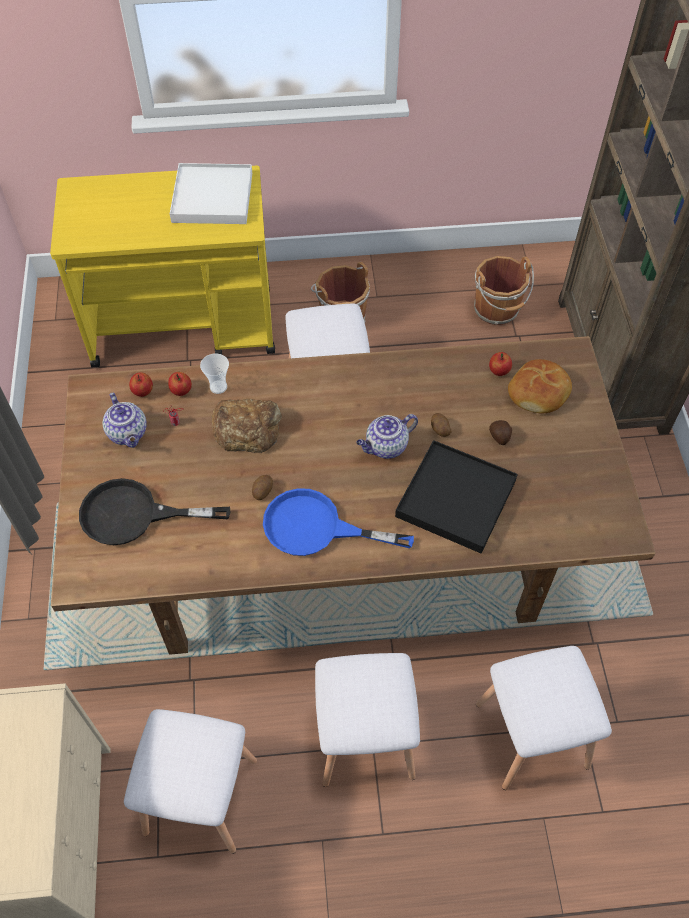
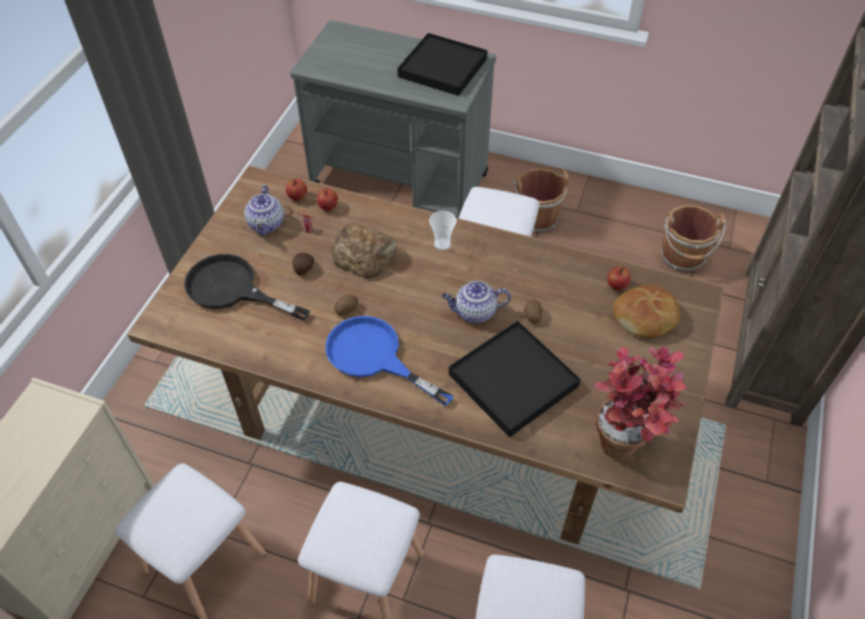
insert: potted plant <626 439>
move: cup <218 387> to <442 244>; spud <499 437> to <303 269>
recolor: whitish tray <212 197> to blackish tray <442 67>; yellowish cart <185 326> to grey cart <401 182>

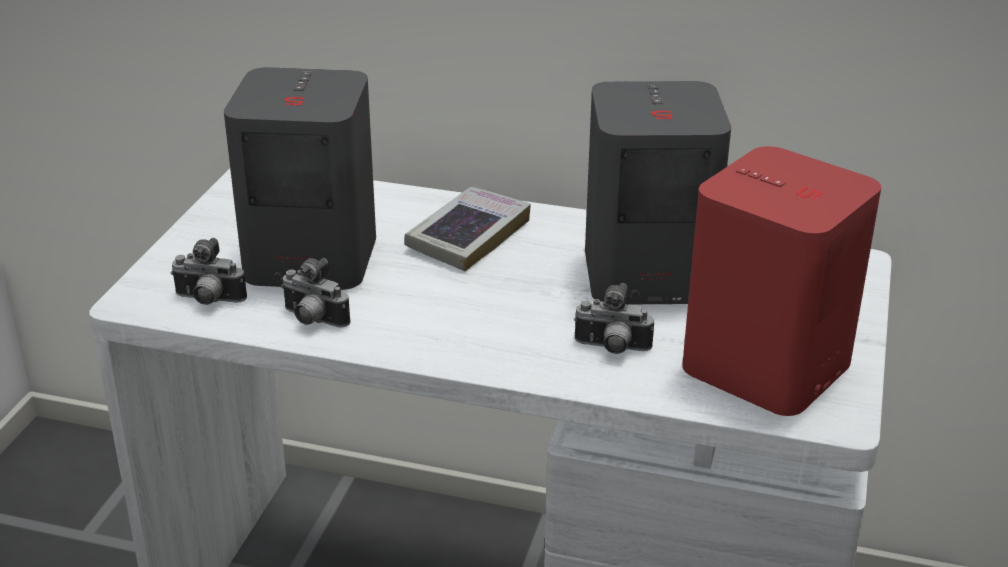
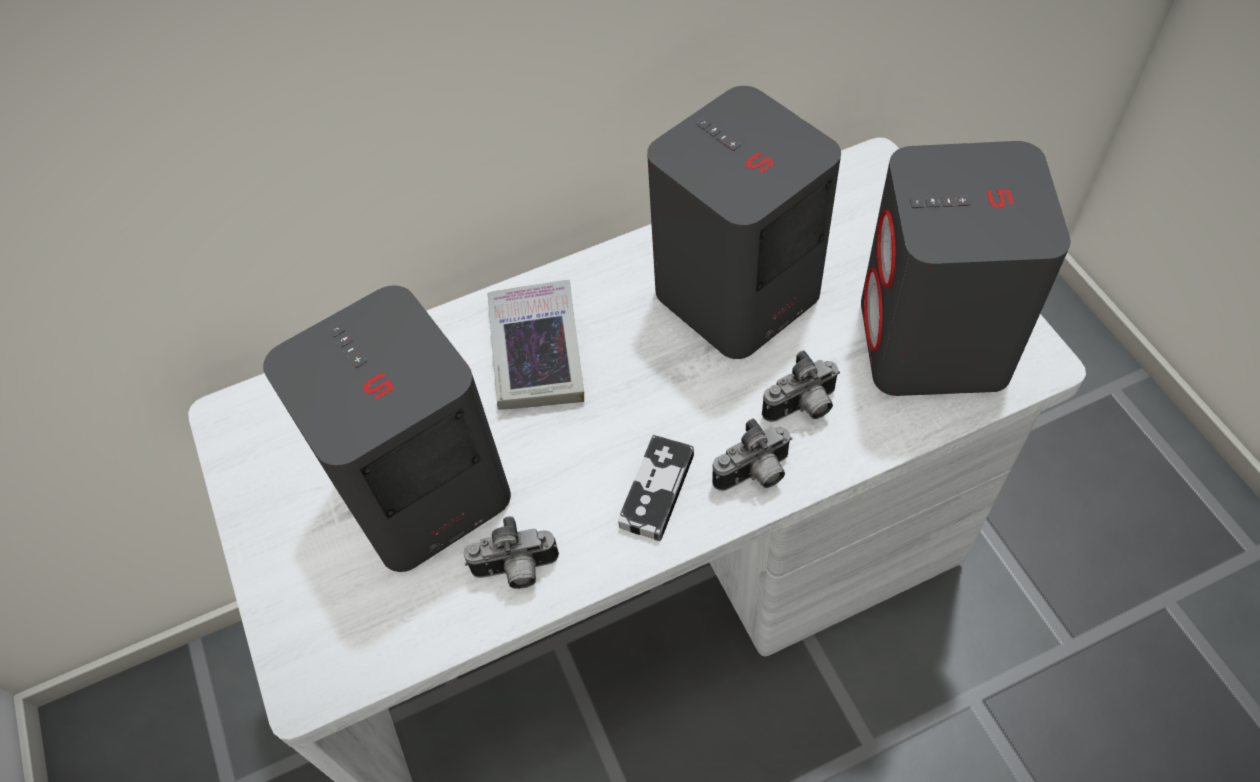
insert: gamepad <656 490>
move: still camera <208 301> to <755 475>
recolor: reddish loudspeaker <765 368> to grey loudspeaker <933 342>

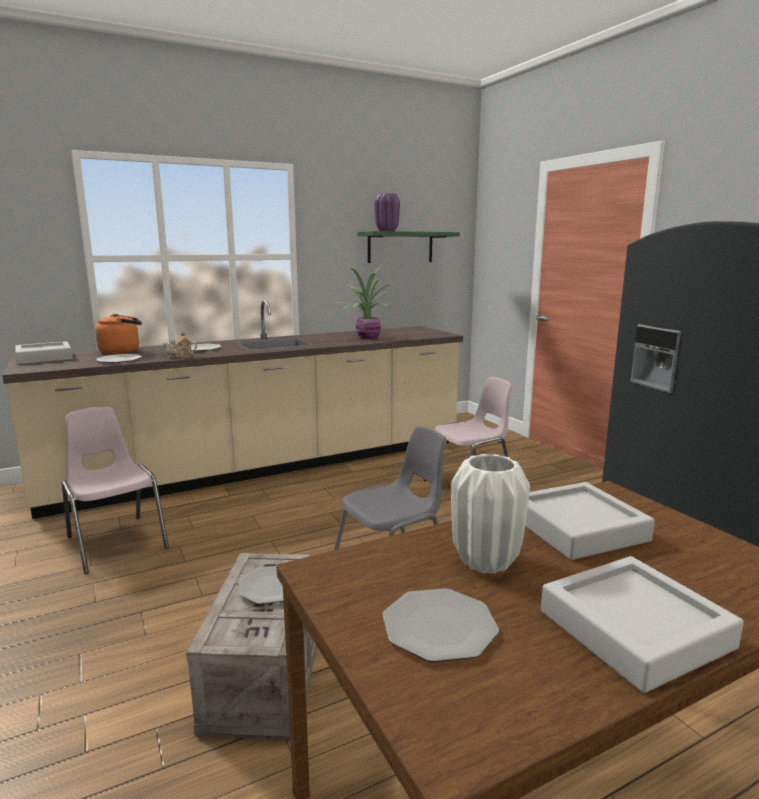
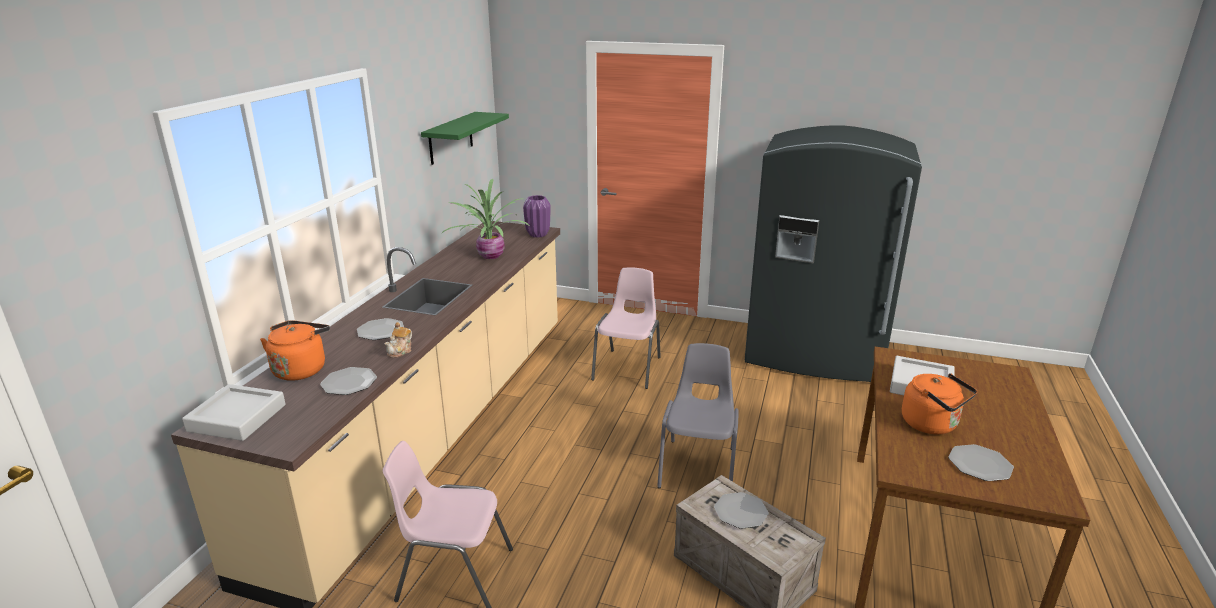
delete: grey tray <634 629>
move: purple-coloured decorative vase <387 231> to <538 235>
replace: whitish decorative vase <485 562> to orange-coloured kettle <932 425>

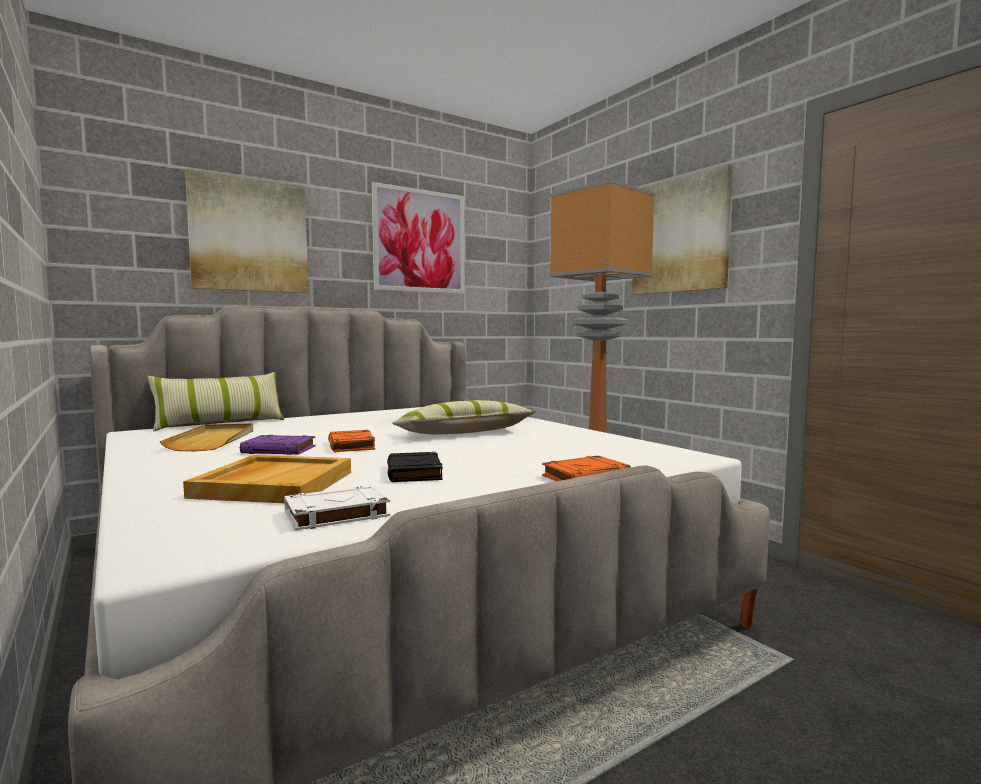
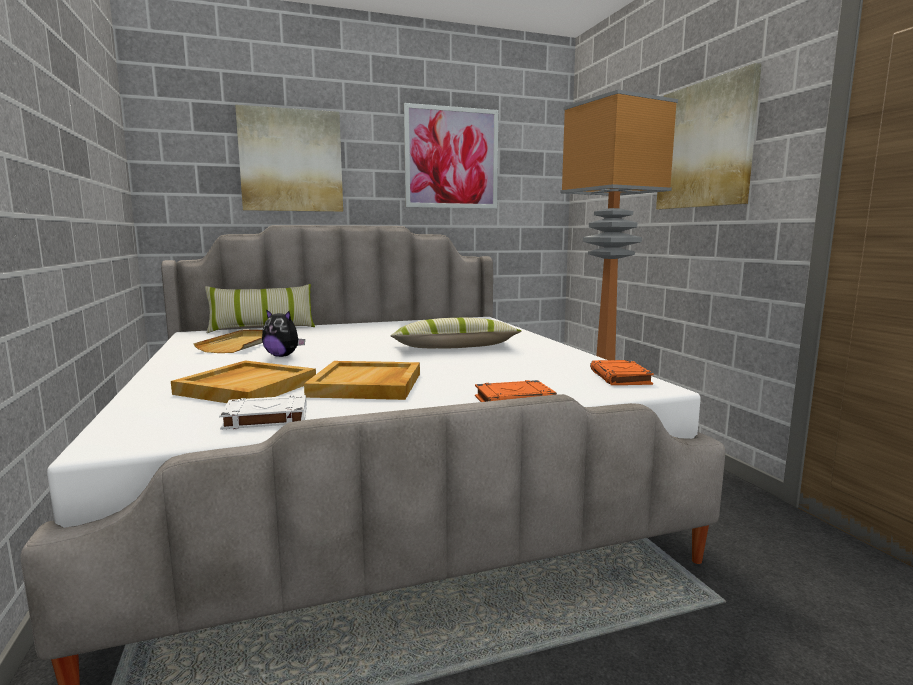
move: orange-coloured bound book <351 446> to <620 377>
replace: purple-coloured bound book <280 450> to plush toy <283 356>; blackish bound book <414 473> to beige tray <367 385>

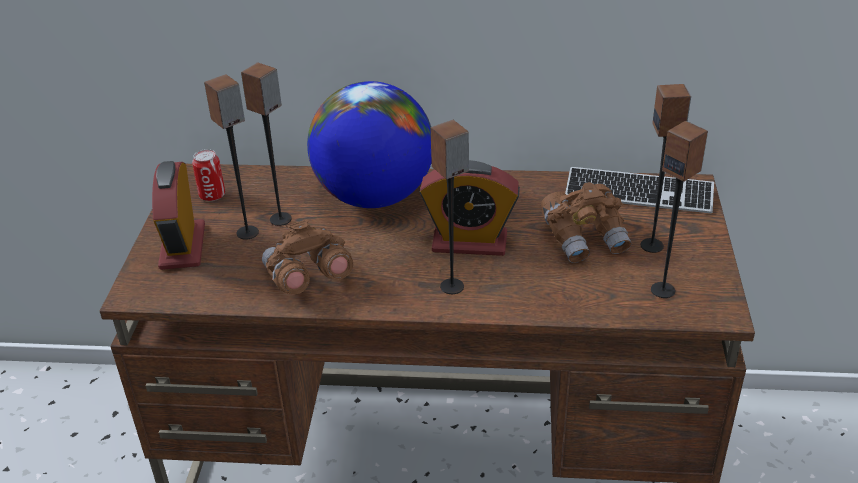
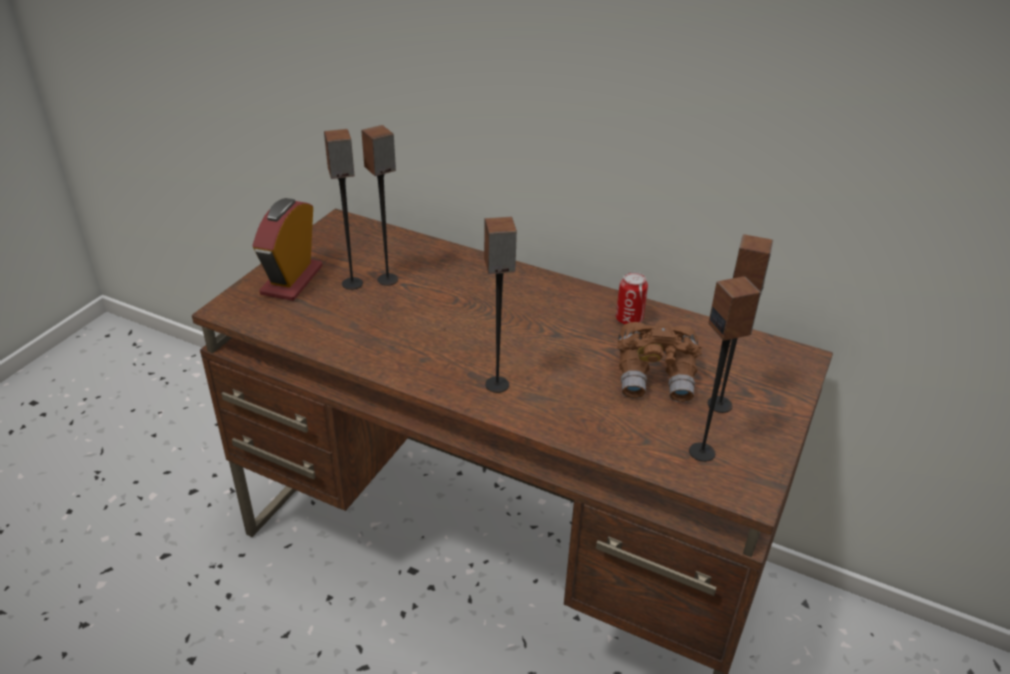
delete: desk globe <374 196>; bedside clock <469 242>; keyboard <638 193>; brownish field glasses <307 279>
move: metal can <212 195> to <629 319>

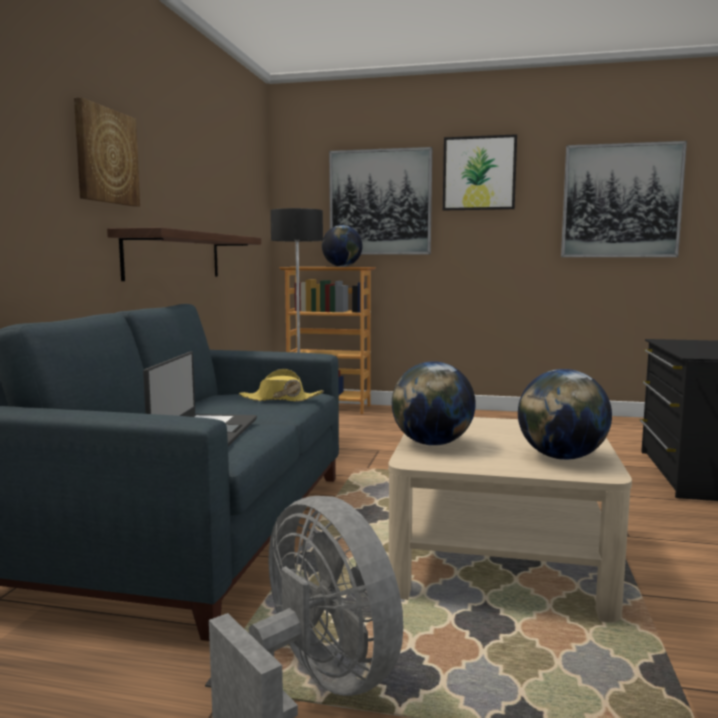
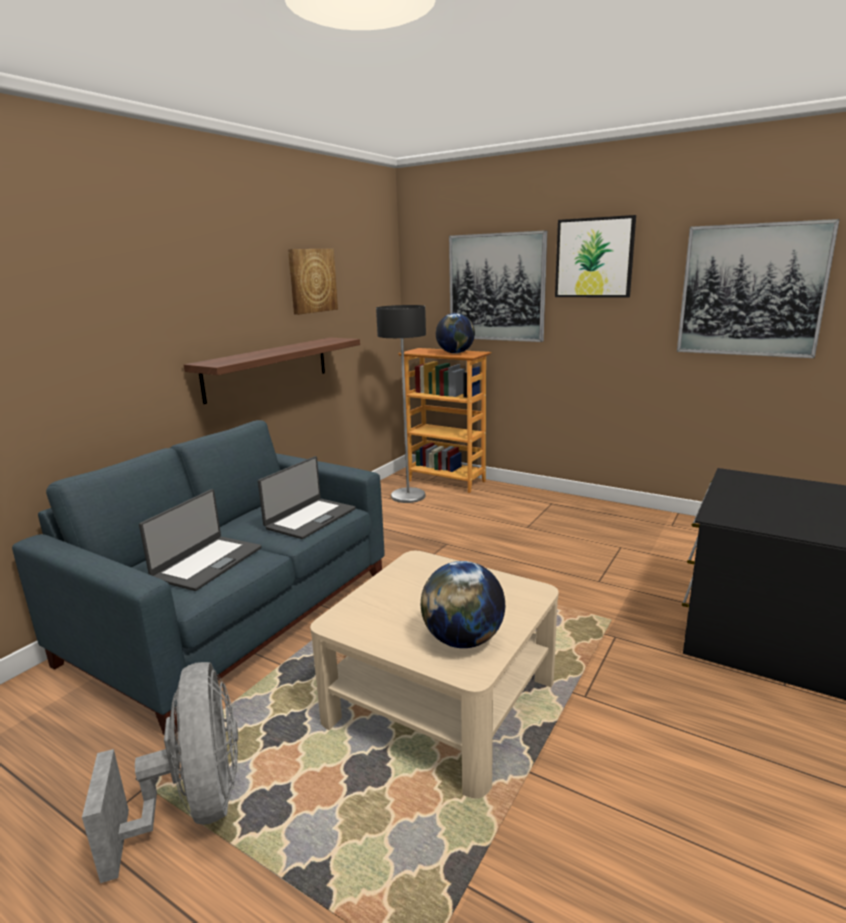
delete: desk globe <432 444>
move: picture <105 156> to <312 280>
replace: yellowish wearable hat <280 399> to laptop <310 518>

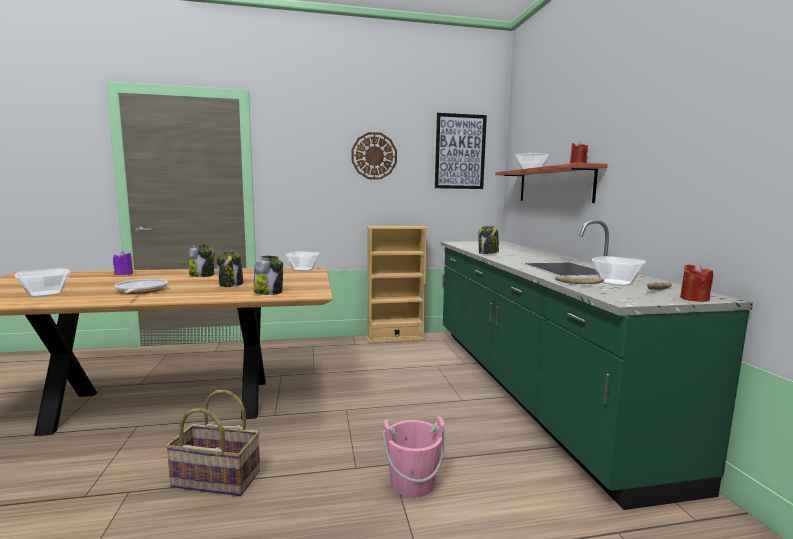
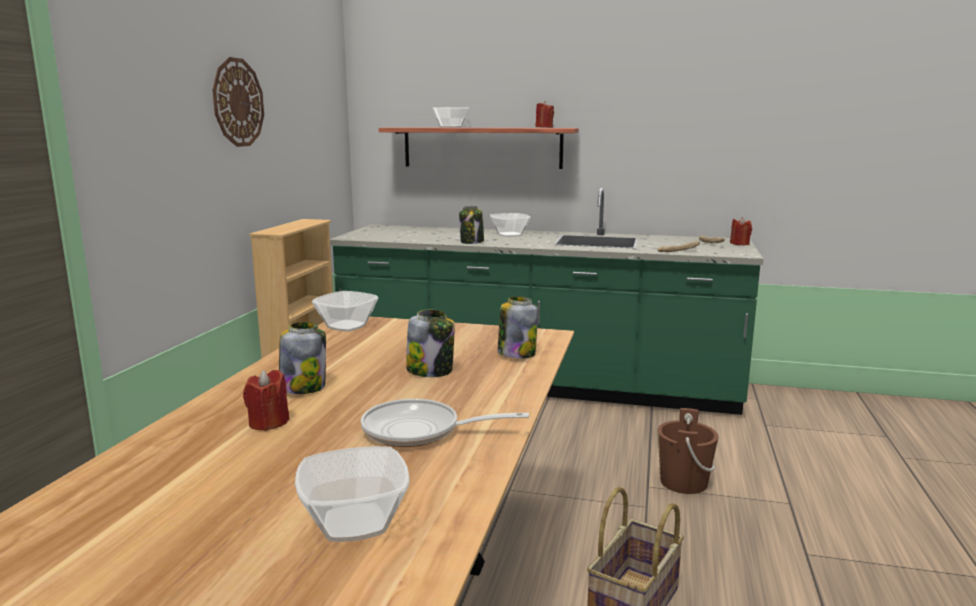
delete: picture <460 152>; purple-coloured candle <124 274>
insert: reddish candle <268 423>
move: serving bowl <615 283> to <509 234>
recolor: pinkish water bucket <412 482> to brownish water bucket <683 482>

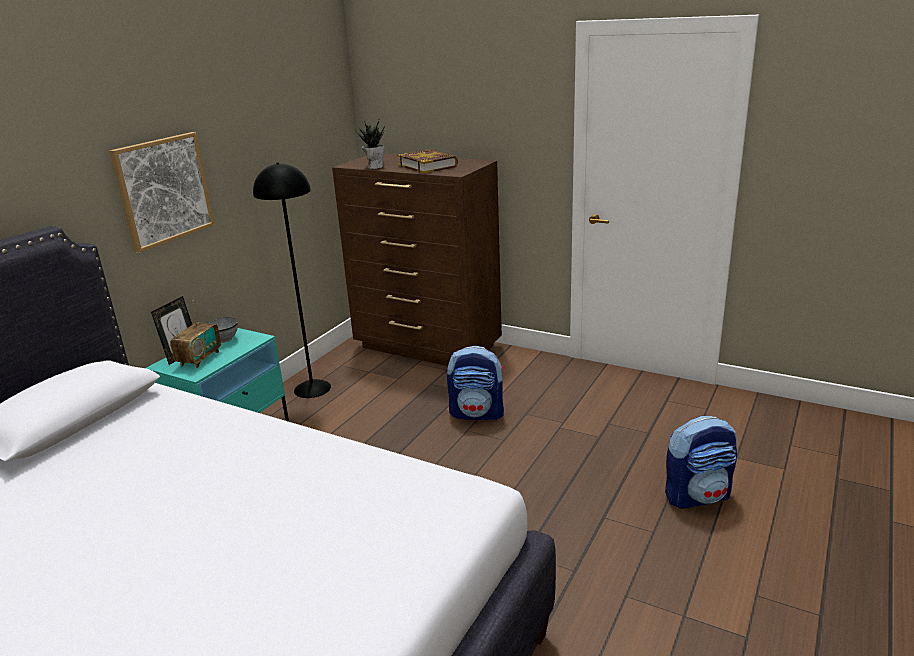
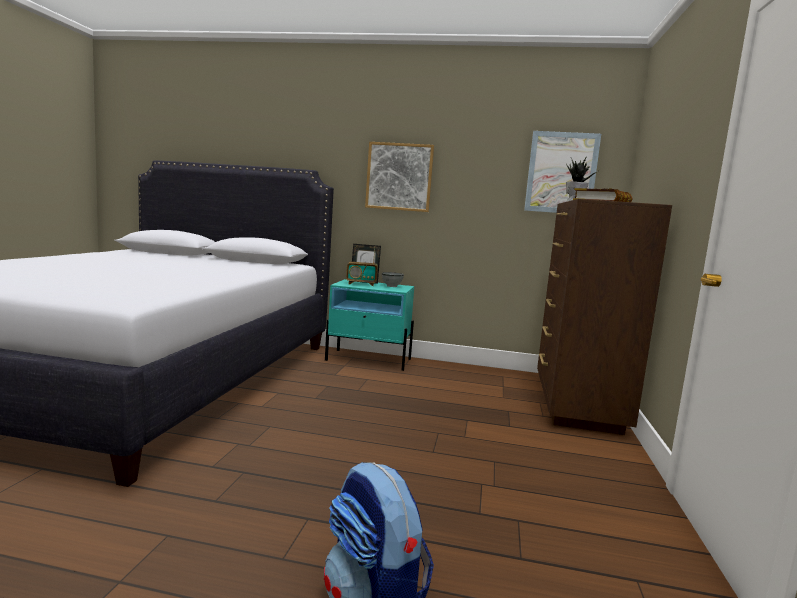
delete: blackish standard lamp <313 388>; rucksack <477 413>
insert: picture <561 173>

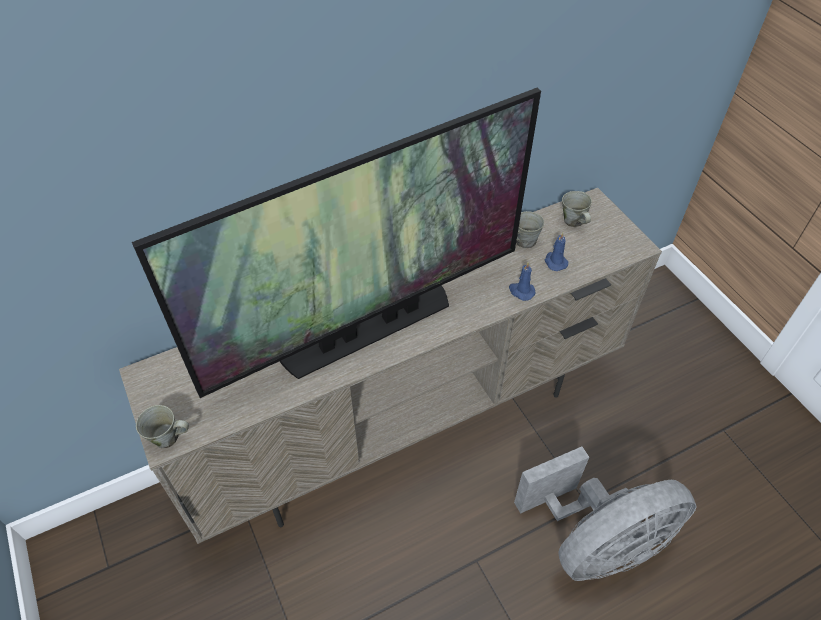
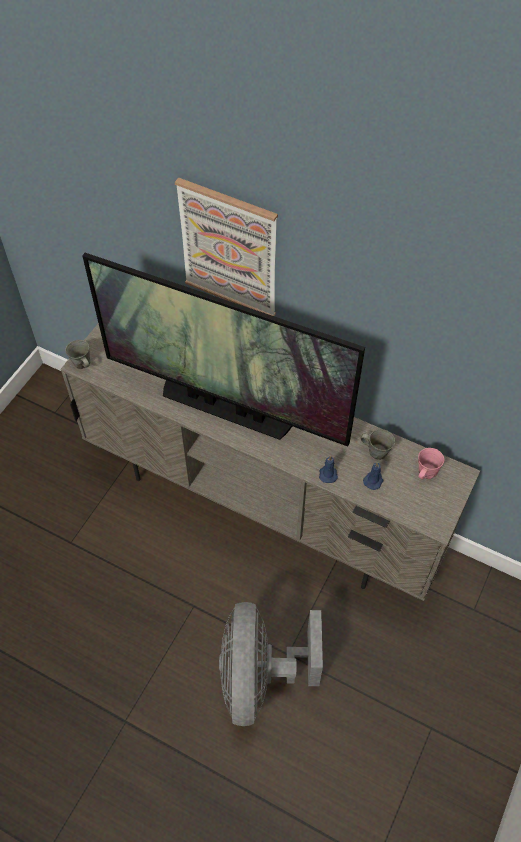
insert: picture <229 249>
recolor: grey coffee mug <574 221> to pinkish coffee mug <426 472>
rotate: grey electric fan <596 543> = <260 677> 60 degrees clockwise

